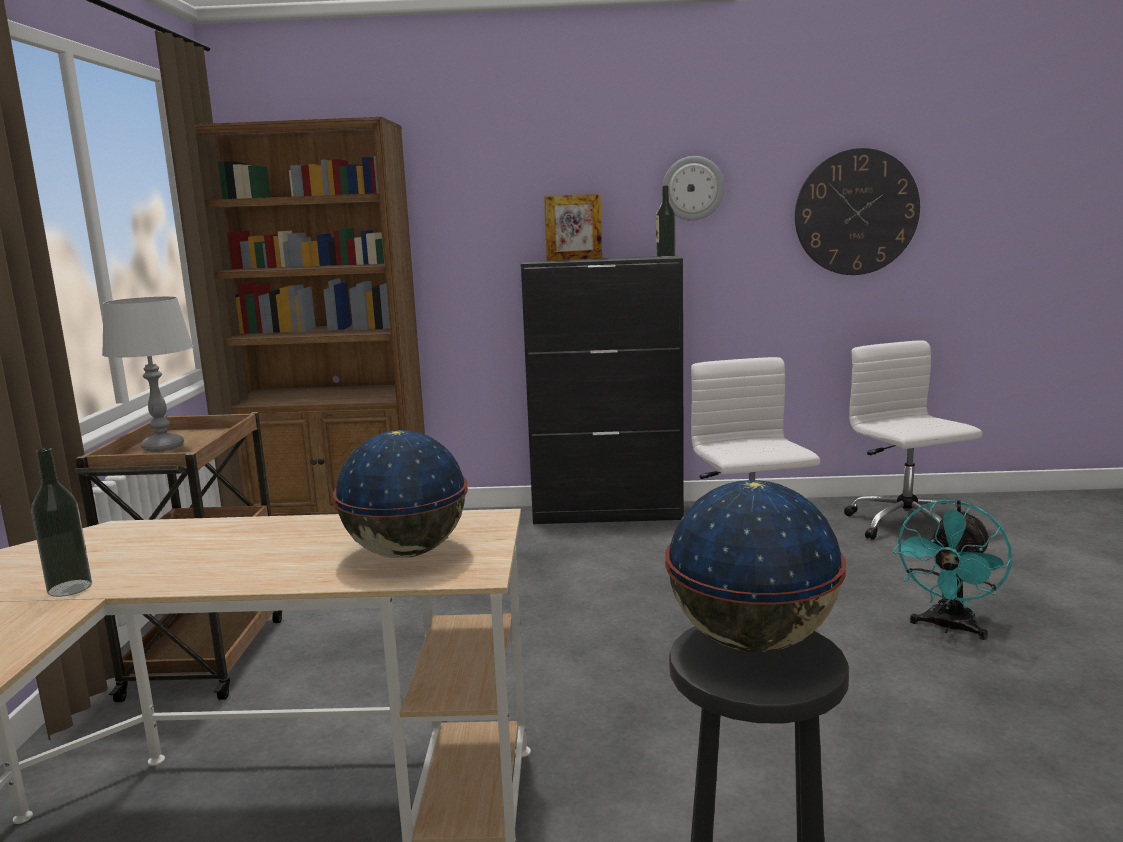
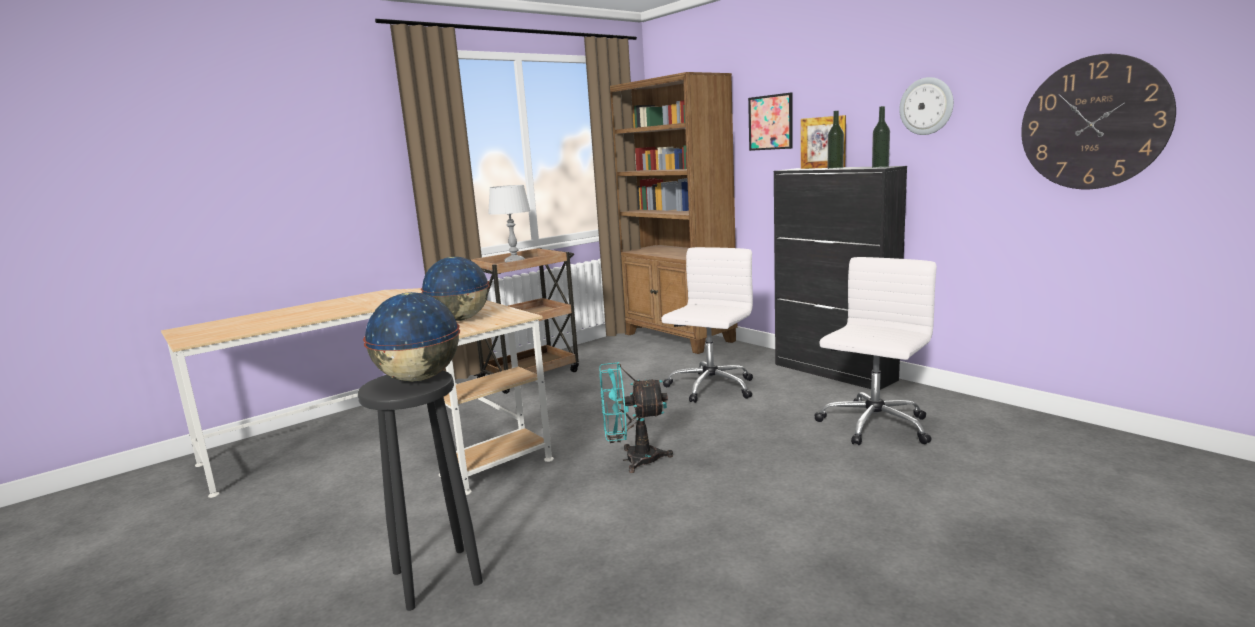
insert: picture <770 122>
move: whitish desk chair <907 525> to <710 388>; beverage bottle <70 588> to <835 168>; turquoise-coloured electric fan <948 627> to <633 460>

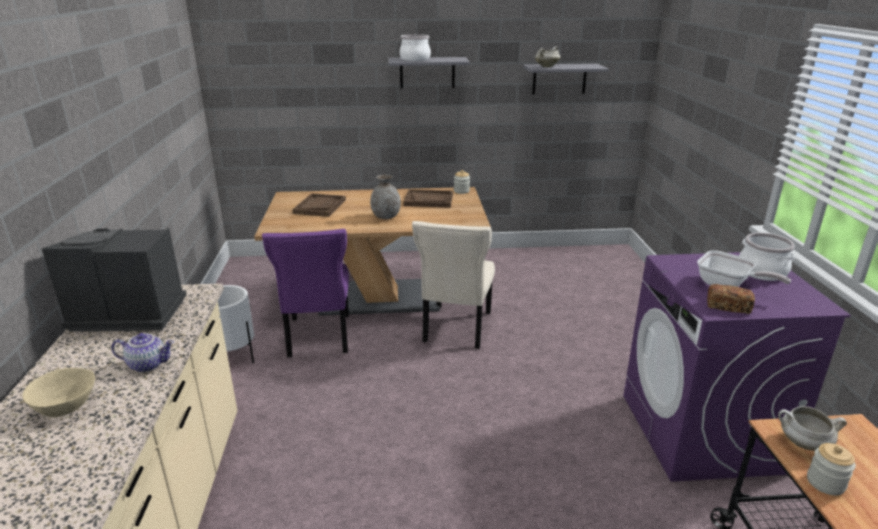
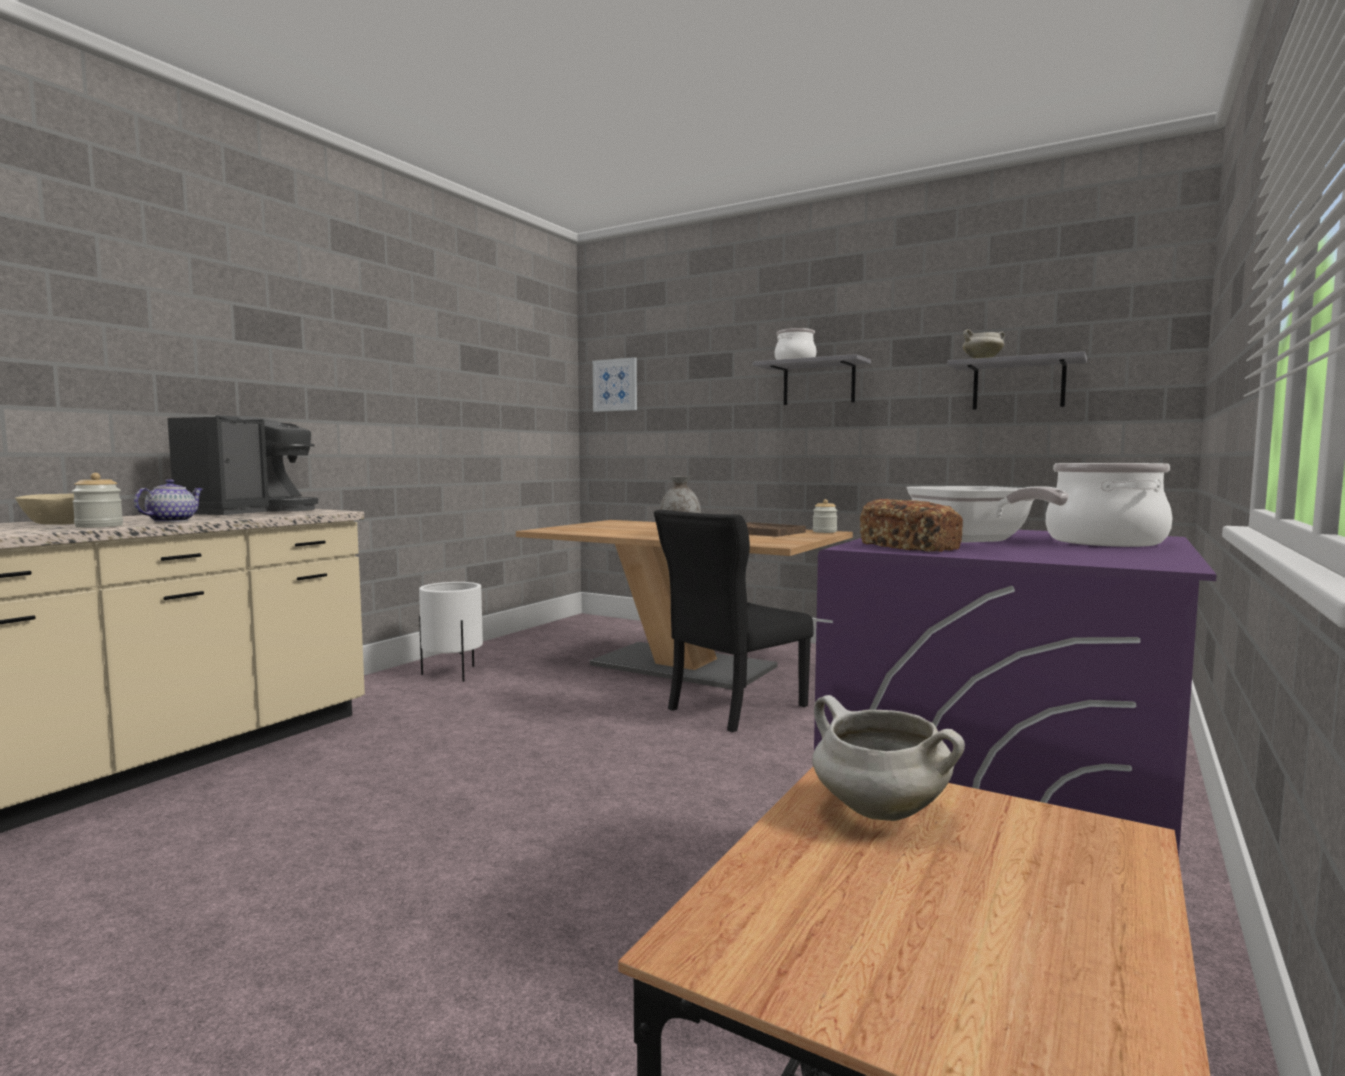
delete: brownish tray <320 206>; purple-coloured upright chair <318 337>
insert: picture <615 385>
move: preserve jar <825 482> to <99 526>
recolor: beige upright chair <456 328> to blackish upright chair <732 709>
rotate: coffee brewer <127 314> = <249 512> 75 degrees clockwise; tea pot <148 364> = <171 521> 105 degrees counterclockwise

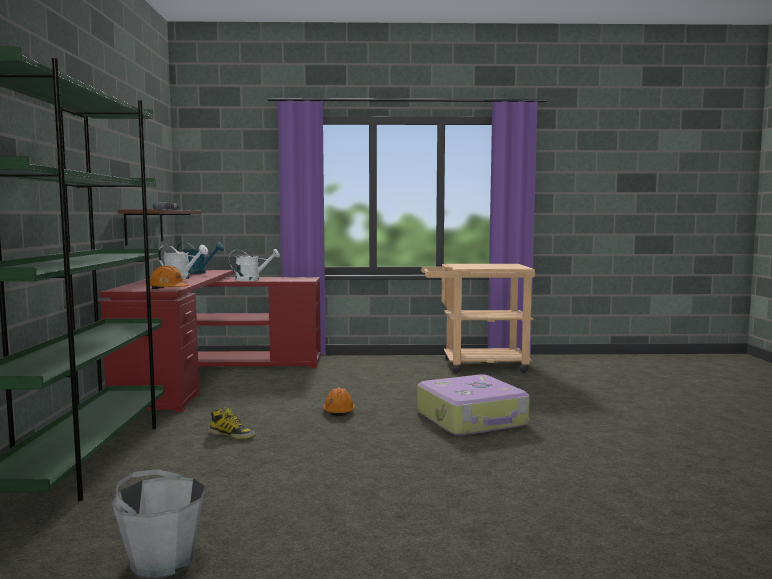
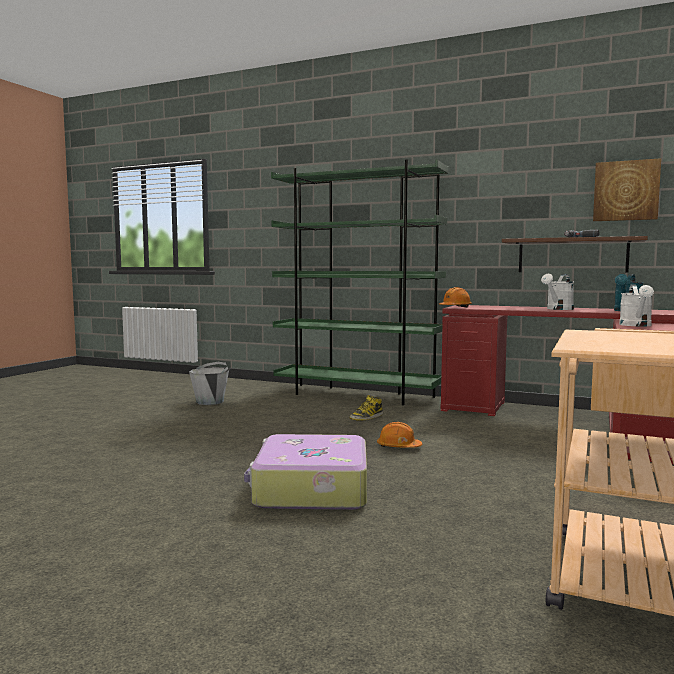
insert: picture <626 191>

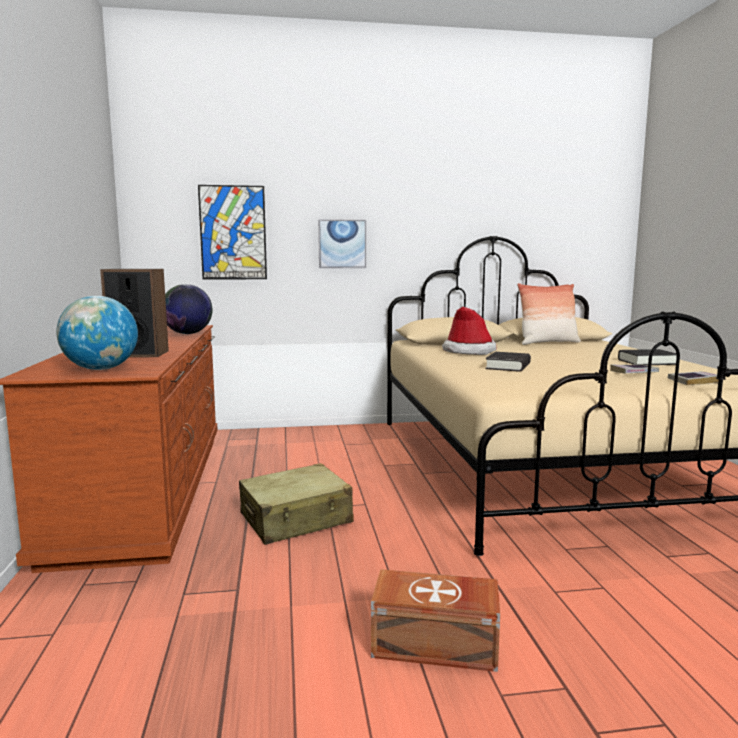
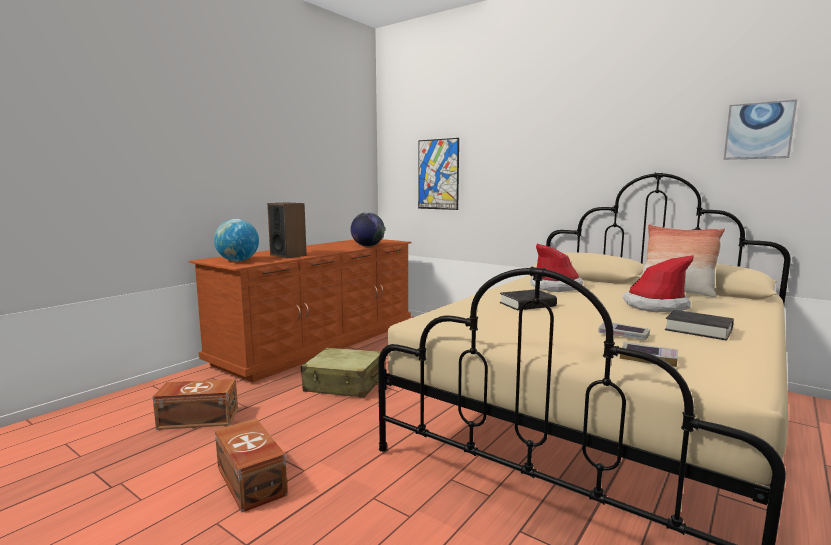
insert: wearable hat <655 306>; brownish storage container <198 418>
move: picture <342 244> to <758 131>

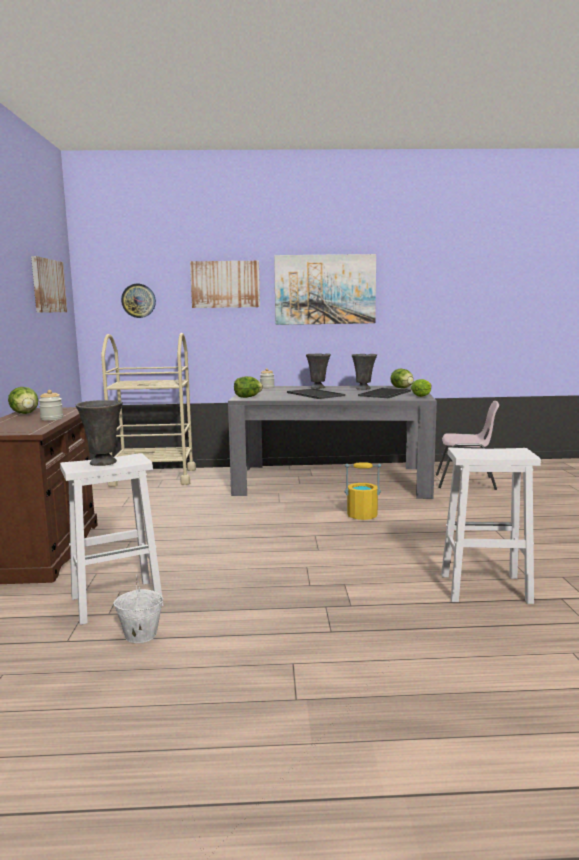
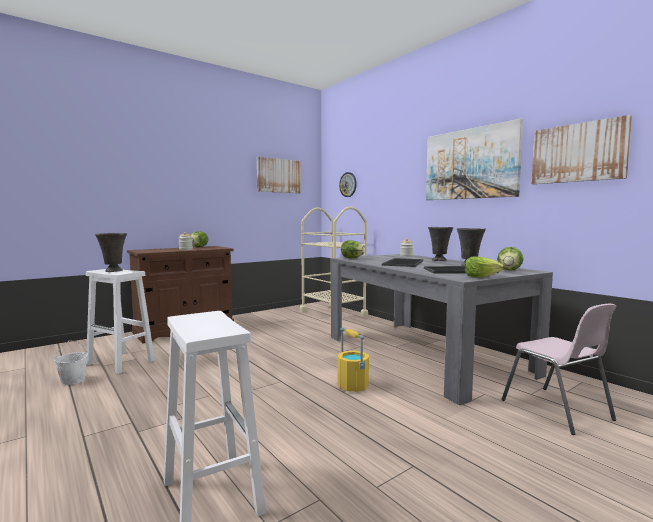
move: picture <225 284> to <578 153>

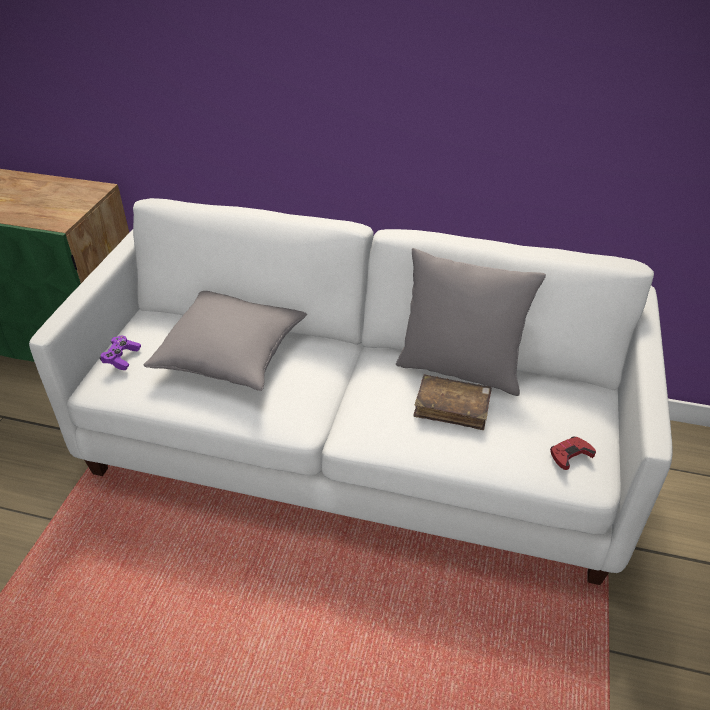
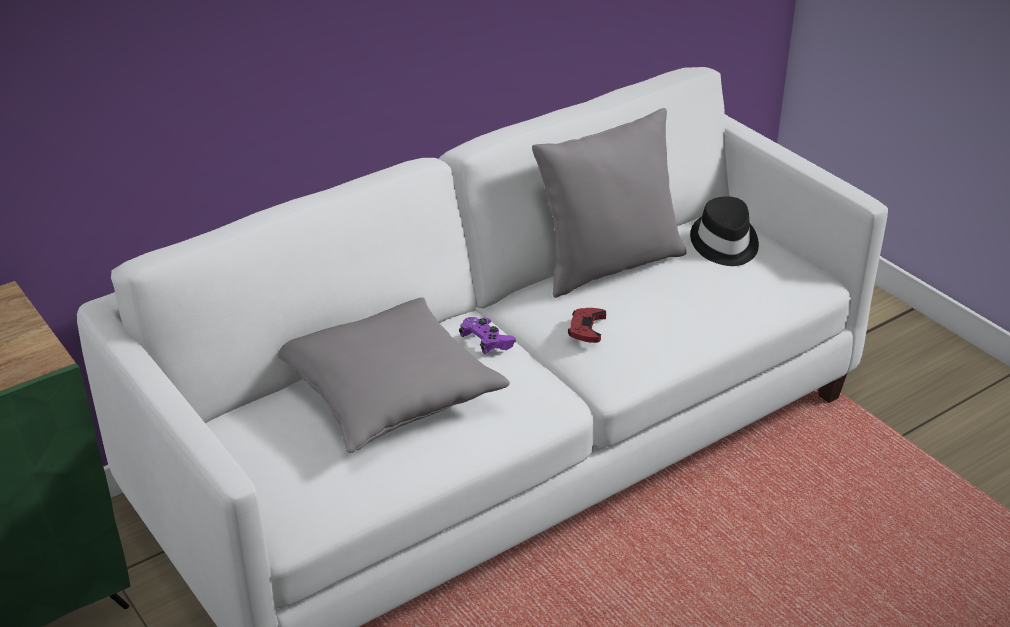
delete: brownish bound book <452 408>
insert: blackish wearable hat <724 243>
move: purple-coloured gamepad <122 358> to <486 342>; reddish gamepad <570 454> to <586 328>

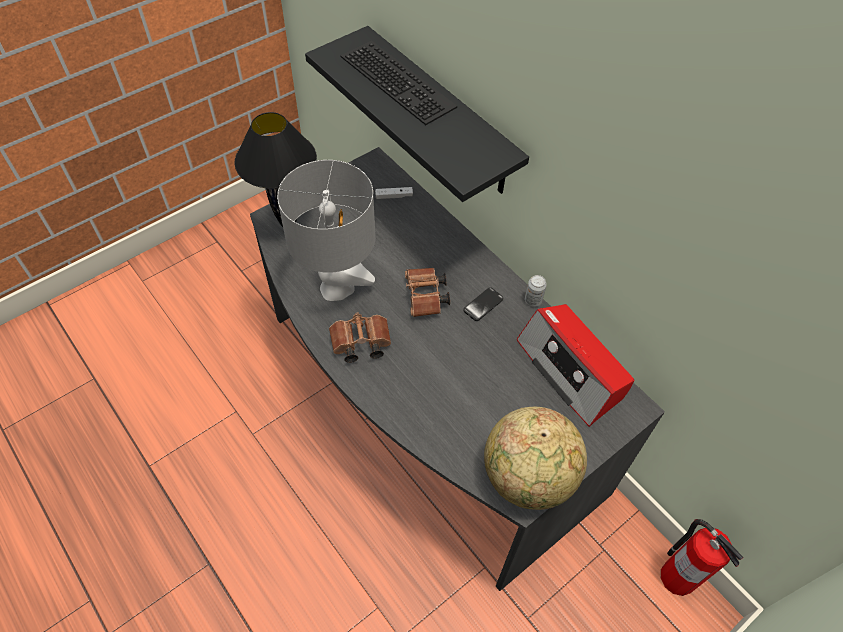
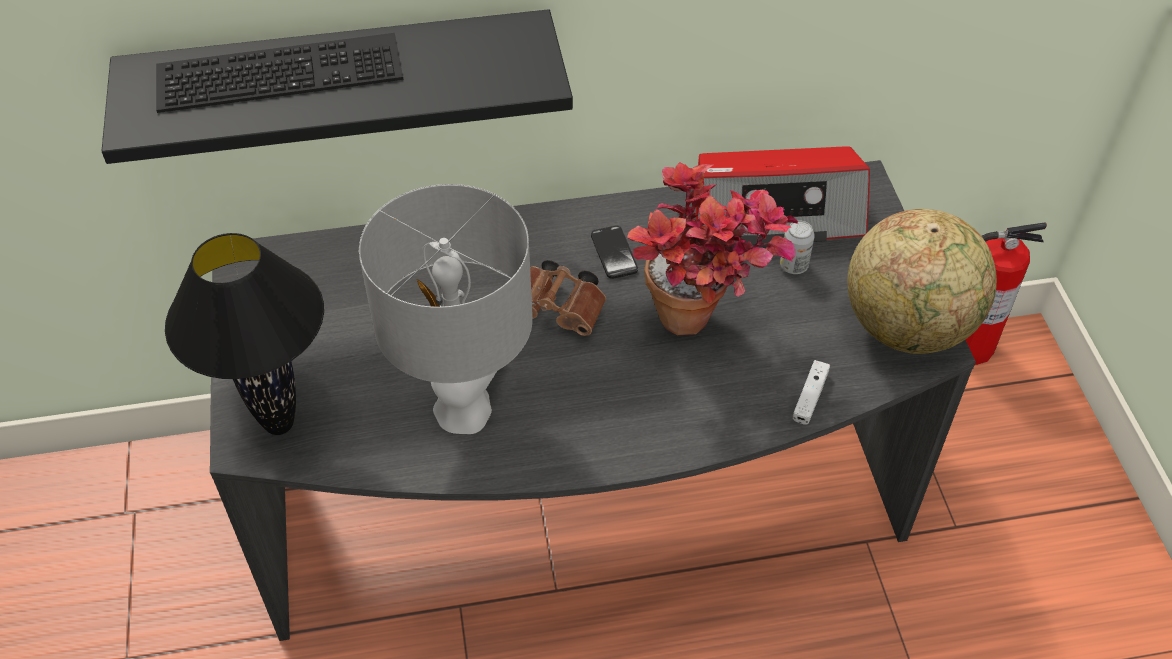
delete: brownish field glasses <359 344>
insert: potted plant <702 325>
move: whitish gamepad <394 196> to <810 397>; metal can <533 300> to <793 266>

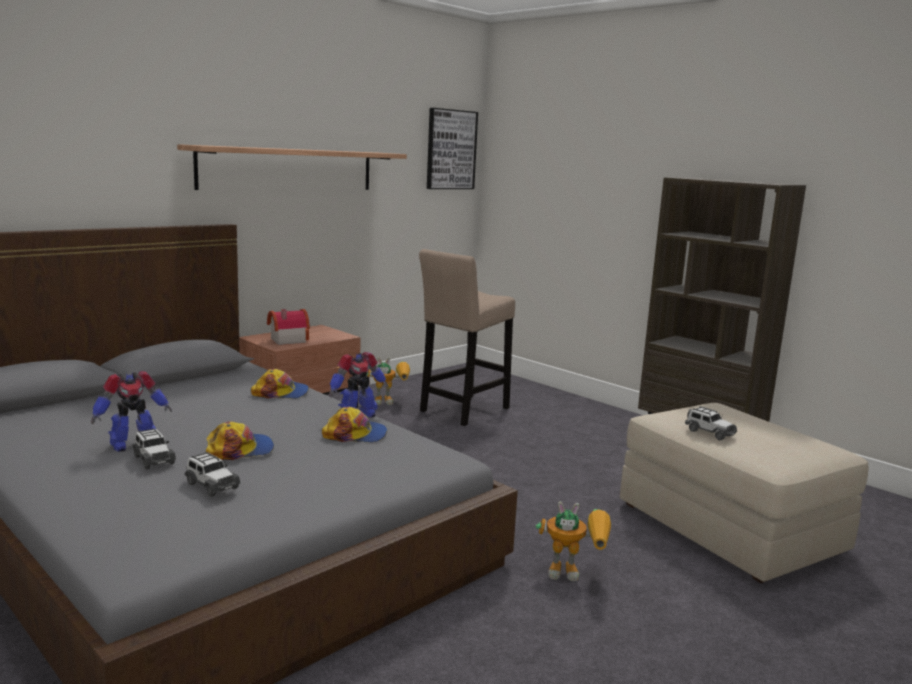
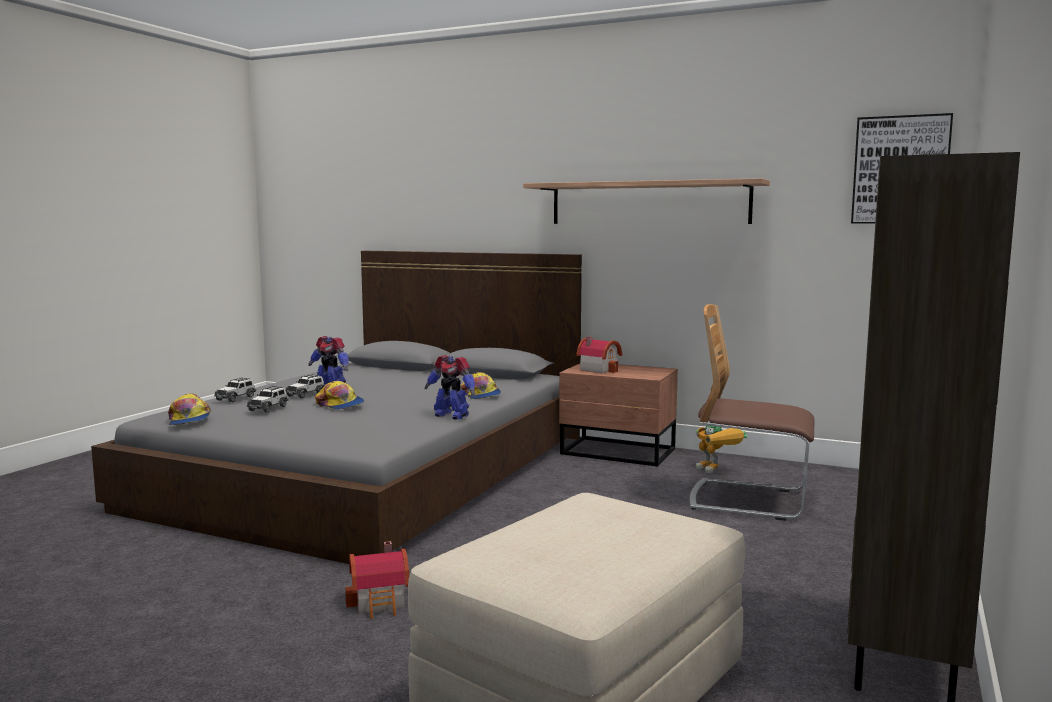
move: miniature car <709 433> to <236 398>; peaked cap <355 434> to <189 419>
replace: beige stool <462 411> to upright chair <749 501>; model robot <575 572> to model house <381 602>

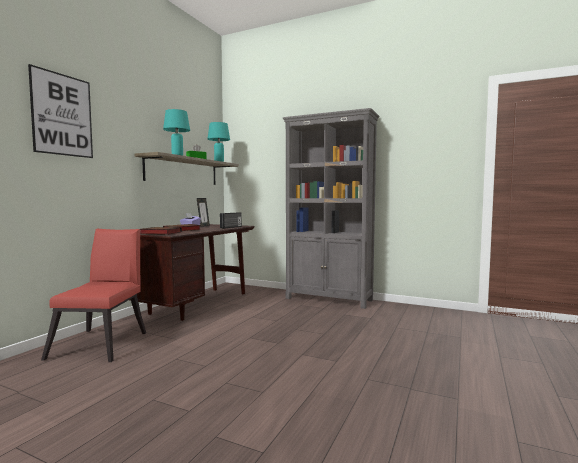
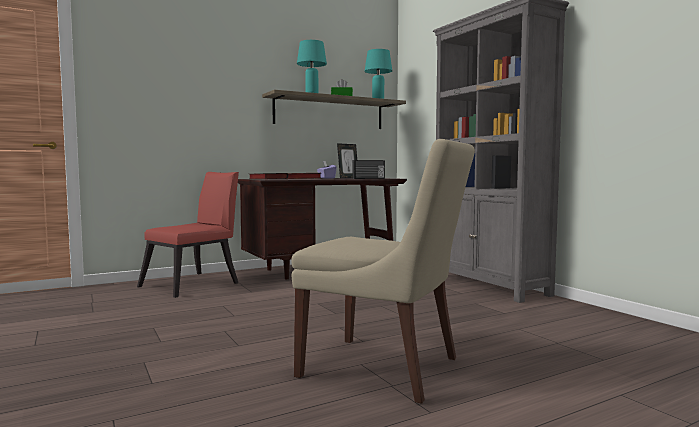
delete: picture <62 115>
insert: beige upright chair <384 368>

